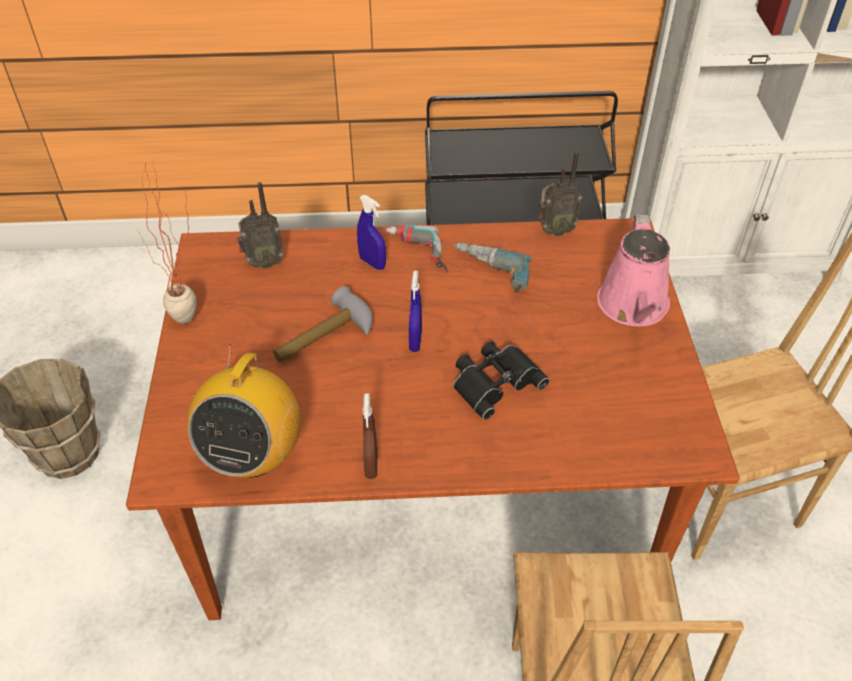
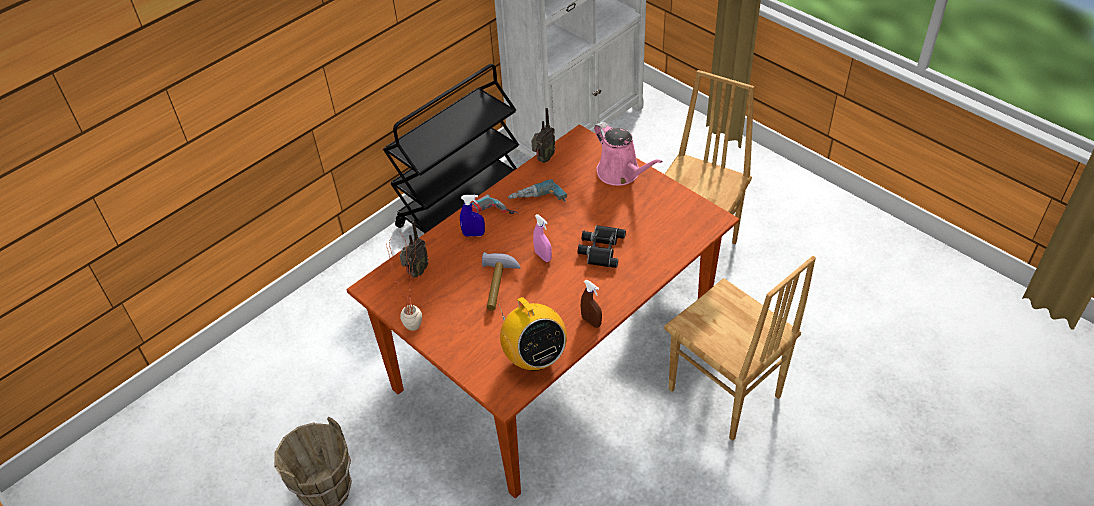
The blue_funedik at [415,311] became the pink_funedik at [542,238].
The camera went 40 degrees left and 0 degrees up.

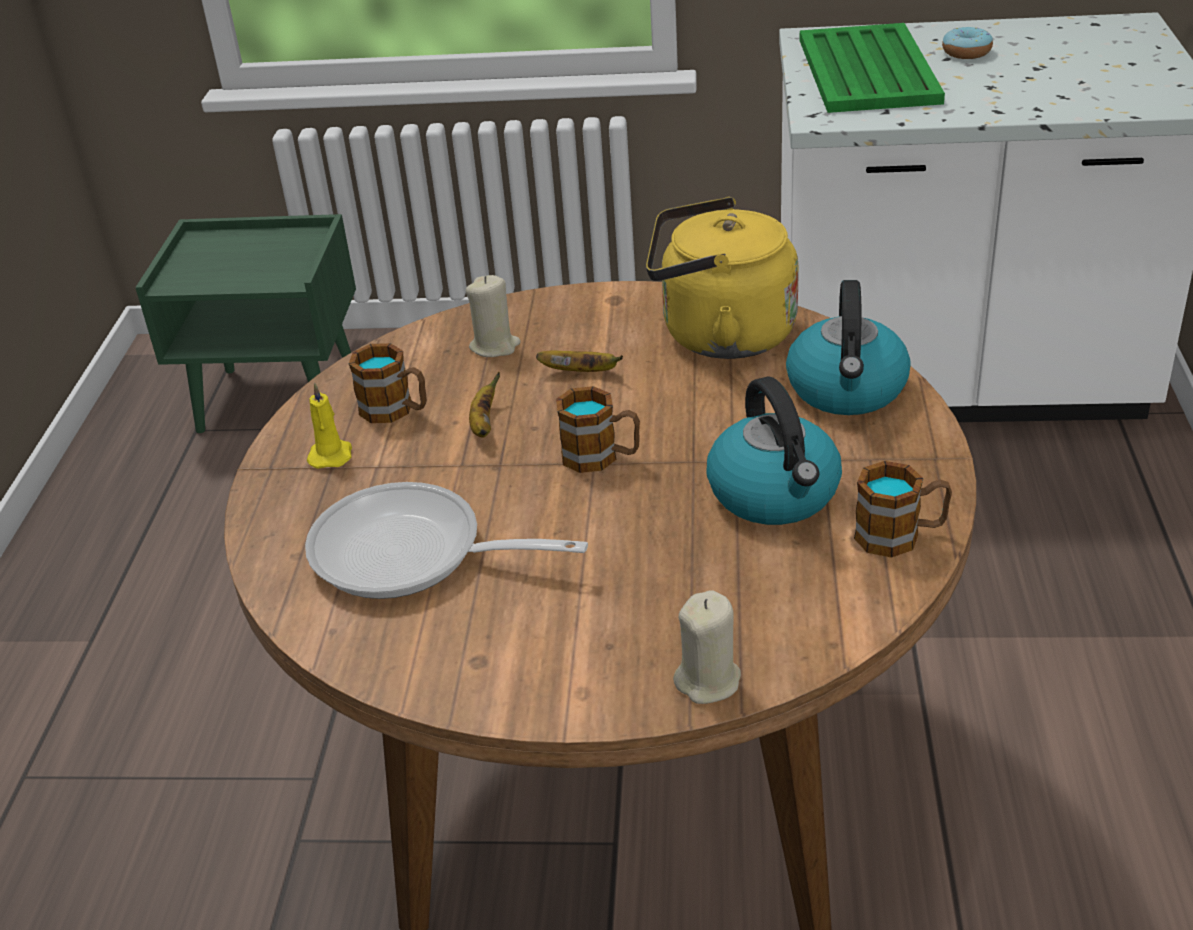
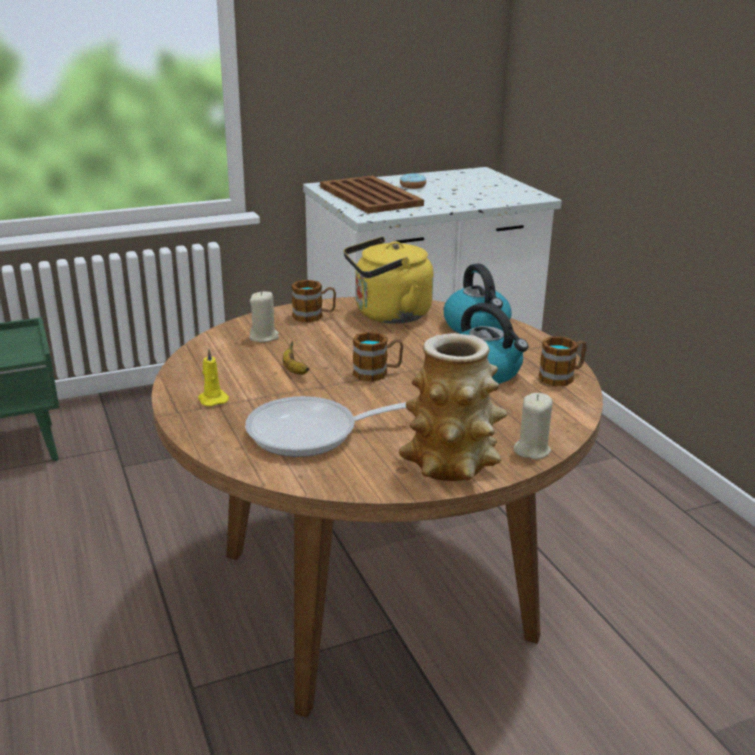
The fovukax moved from [388,383] to [313,301].
The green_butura at [872,68] became the brown_butura at [372,195].
The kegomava at [453,407] appeared.
The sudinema at [579,361] disappeared.
The camera went 30 degrees left and 10 degrees down.

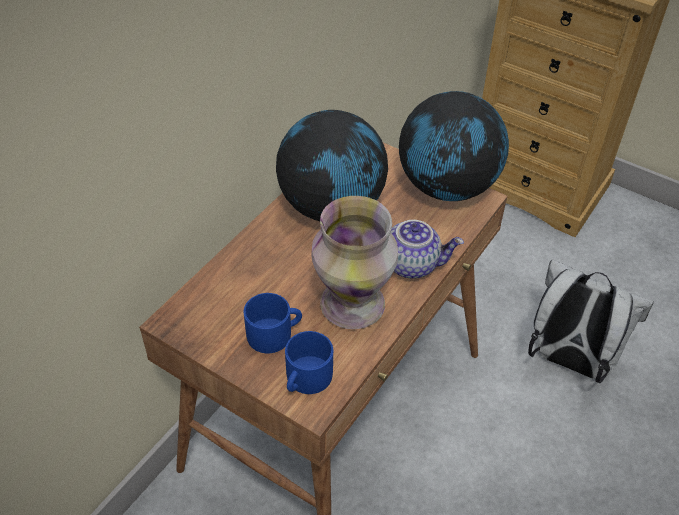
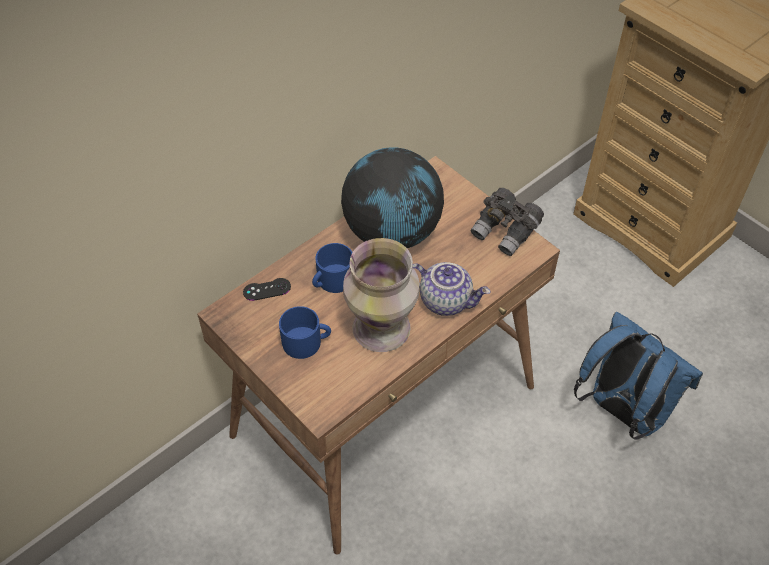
The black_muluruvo at [267,289] appeared.
The blue_fovukax moved from [309,362] to [332,268].
The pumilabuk at [454,146] was replaced by the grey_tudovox at [507,222].
The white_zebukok at [591,321] became the blue_zebukok at [638,376].
The camera went 15 degrees right and 5 degrees up.

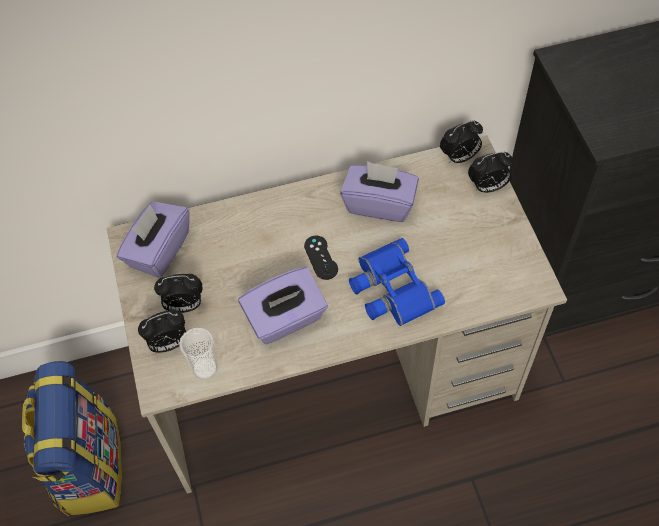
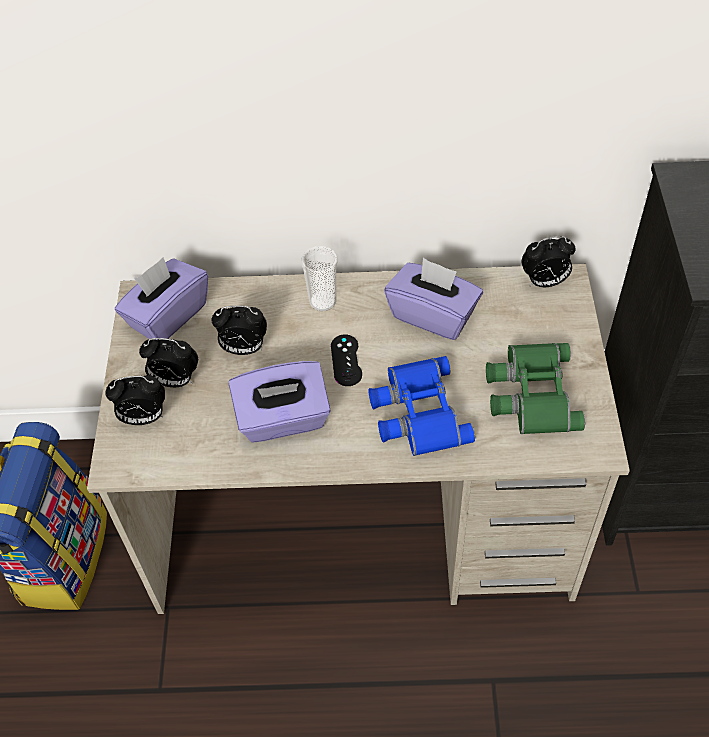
The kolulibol moved from [491,172] to [239,330].
The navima moved from [198,354] to [319,278].
The green_tudovox at [535,388] appeared.
The camera went 15 degrees right and 5 degrees down.

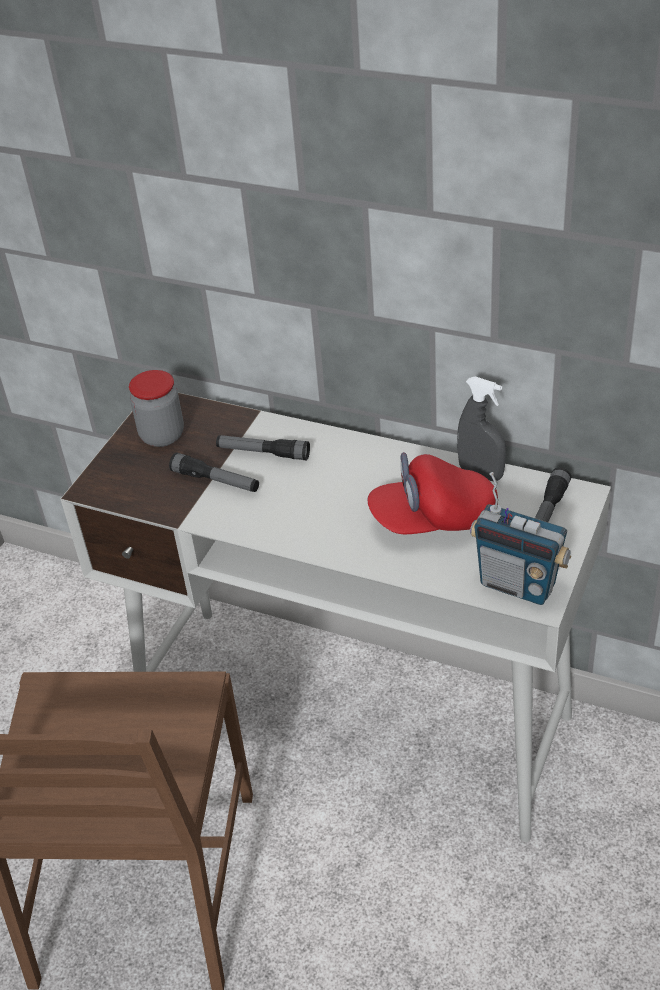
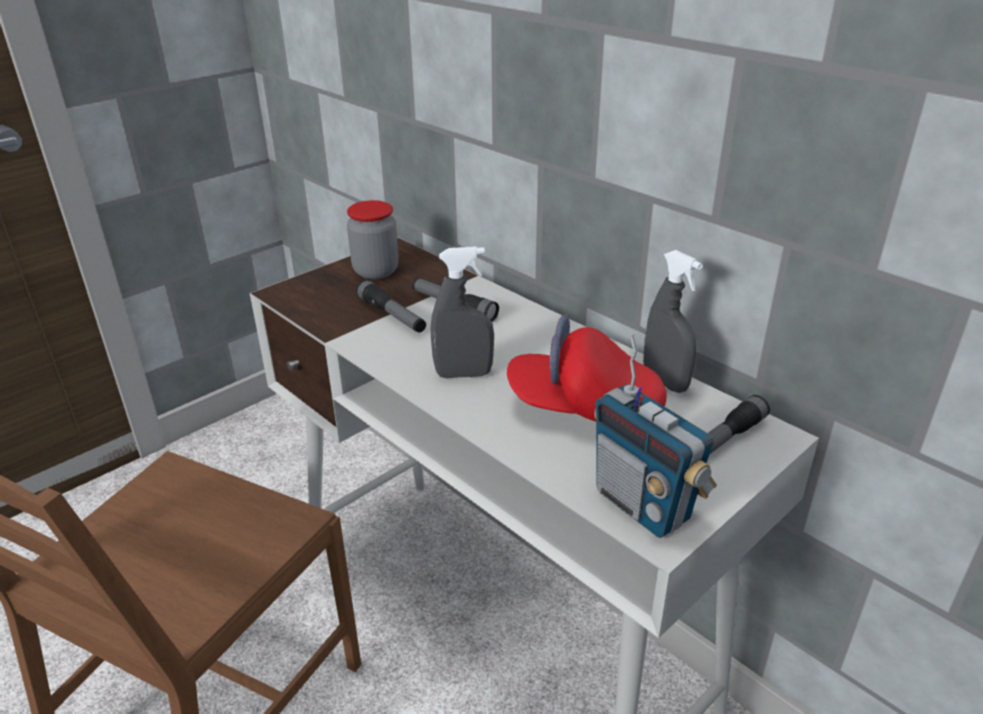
The grey_funedik at [462,312] appeared.
The camera went 20 degrees right and 10 degrees down.

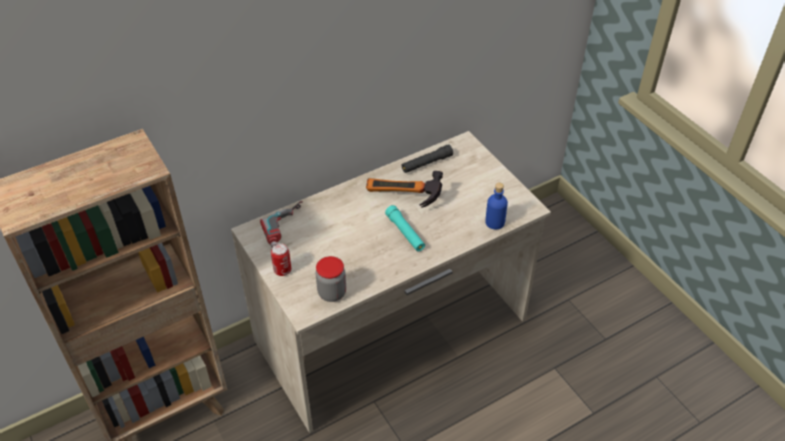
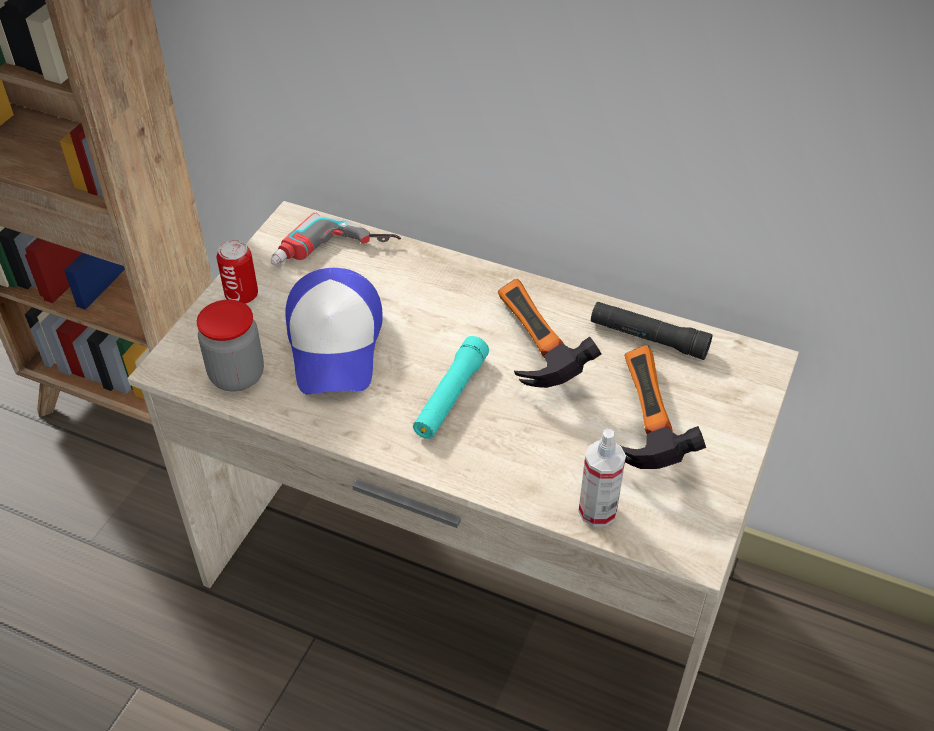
The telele at [333,331] appeared.
The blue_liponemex at [496,206] was replaced by the funedik at [602,478].
The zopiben at [663,407] appeared.
The camera went 55 degrees right and 0 degrees up.

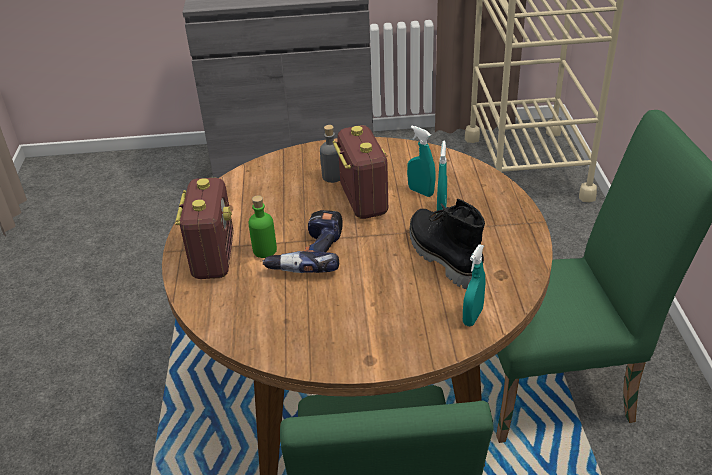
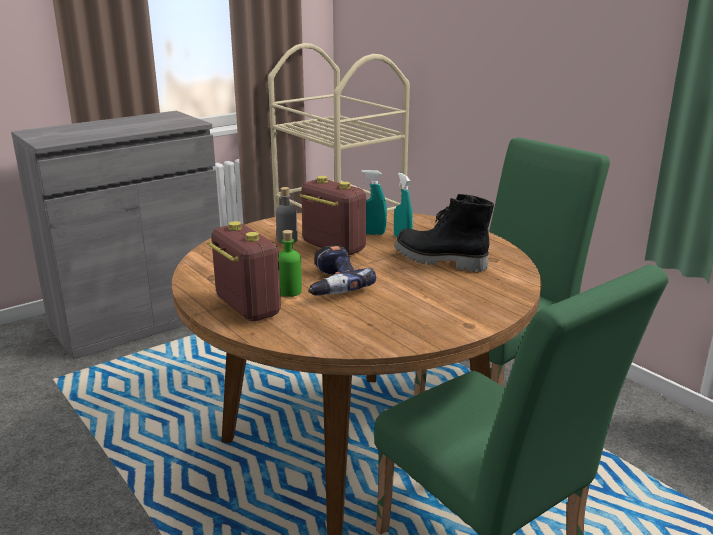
The turquoise_funedik at [474,285] disappeared.
The camera went 35 degrees left and 15 degrees down.

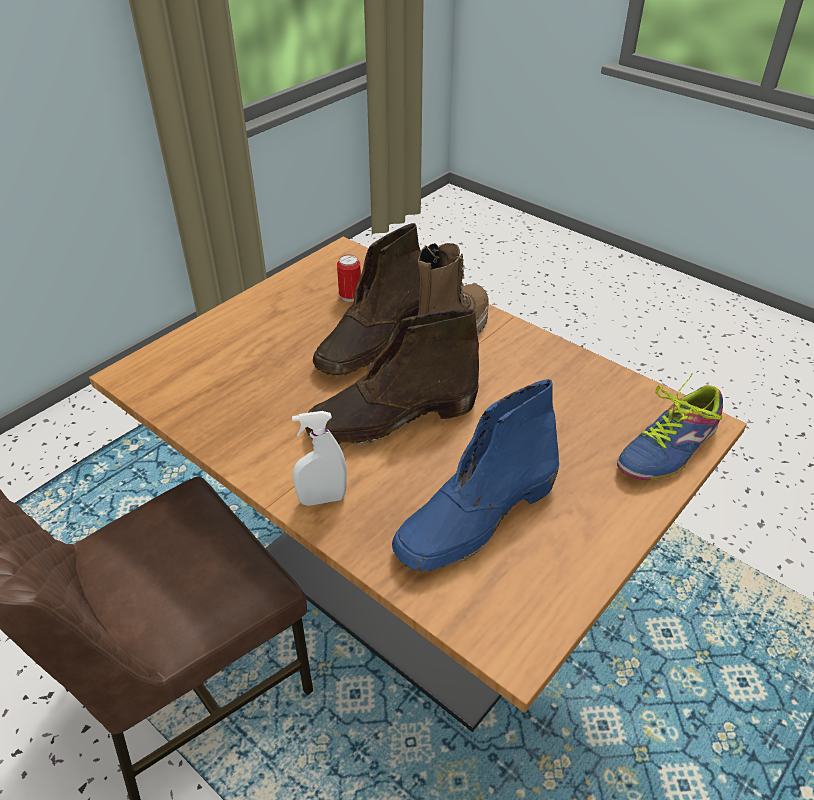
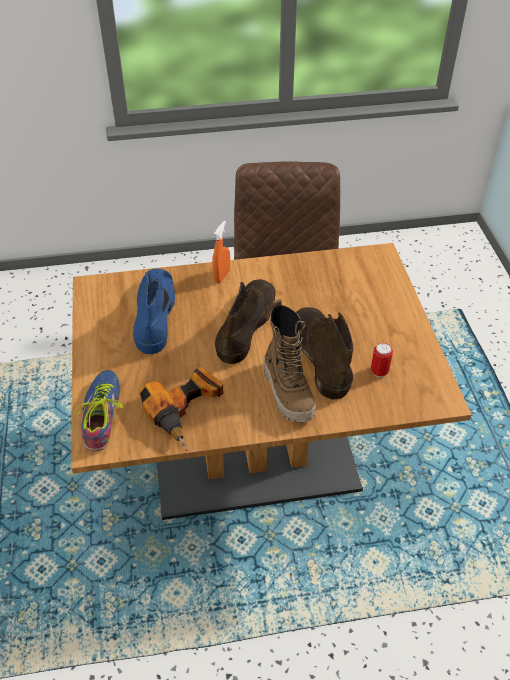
The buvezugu at [181,408] appeared.
The white_funedik at [319,458] became the orange_funedik at [221,252].
The camera went 130 degrees right and 5 degrees up.

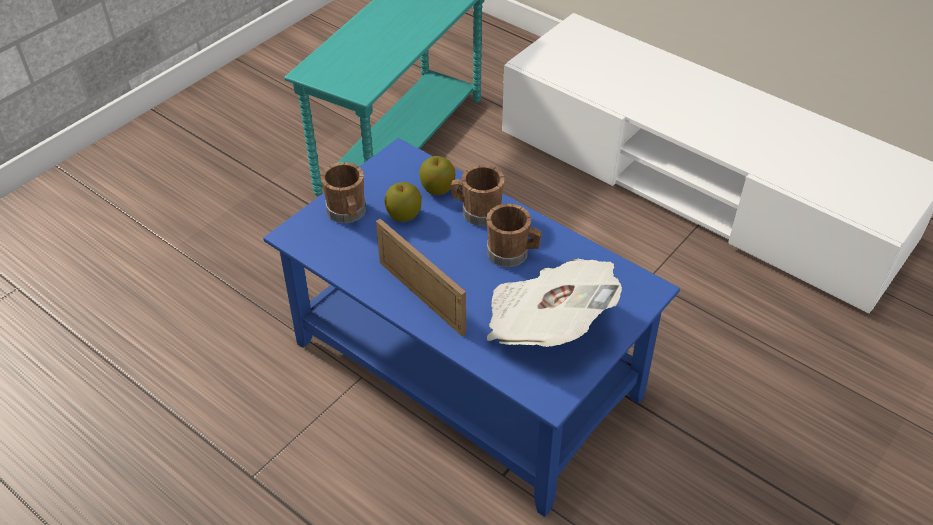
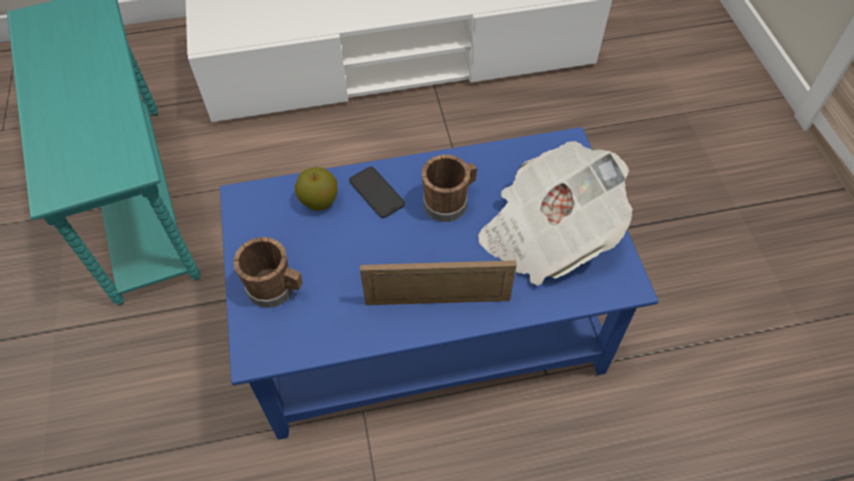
The brown_fovukax at [477,195] was replaced by the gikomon at [377,192].
The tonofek at [403,202] disappeared.
The camera went 50 degrees left and 10 degrees up.

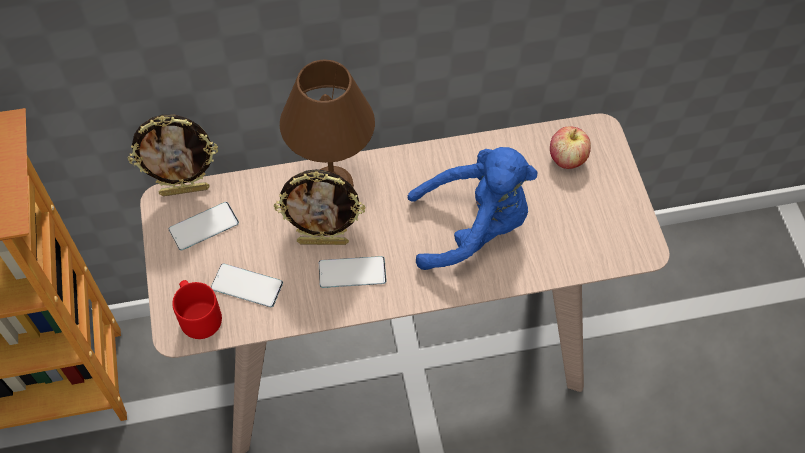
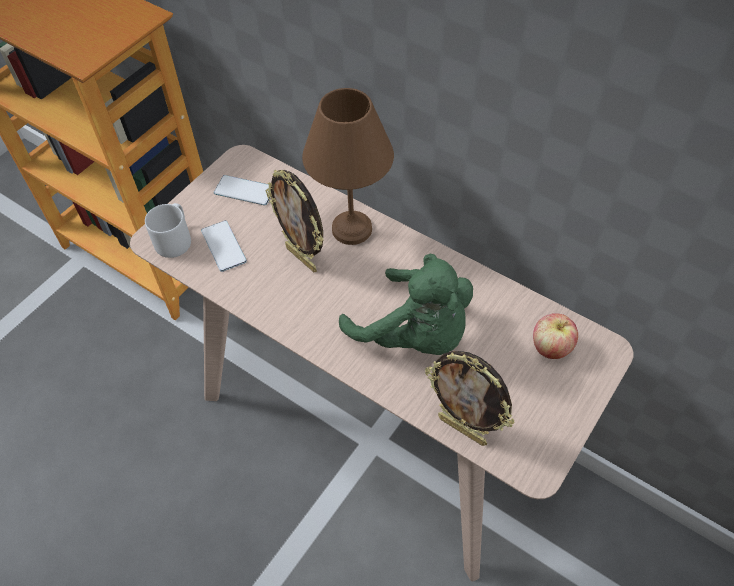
The red_fovukax at [197,309] became the grey_fovukax at [168,230].
The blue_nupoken at [472,208] became the green_nupoken at [406,304].
The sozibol moved from [173,155] to [470,398].
The gikomon at [353,272] disappeared.
The camera went 50 degrees right and 5 degrees down.

